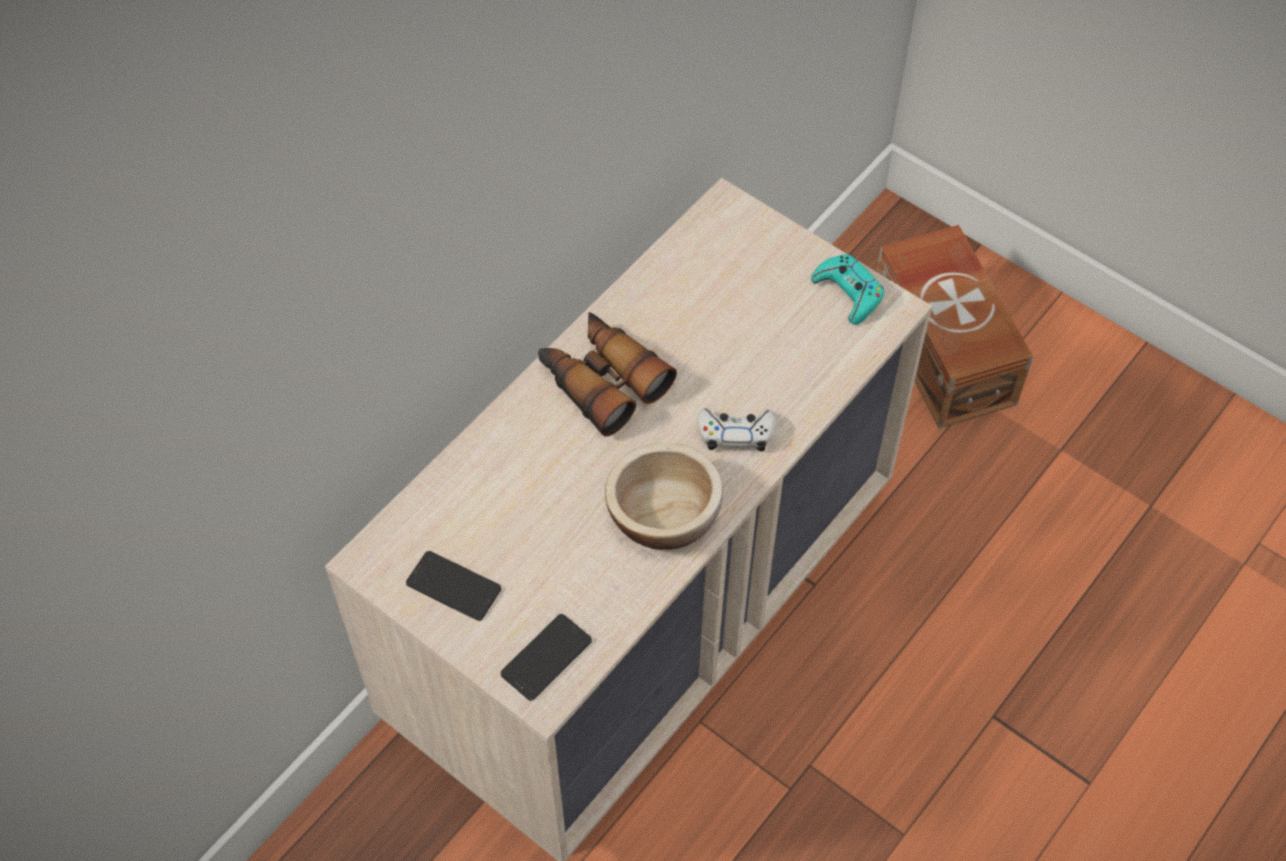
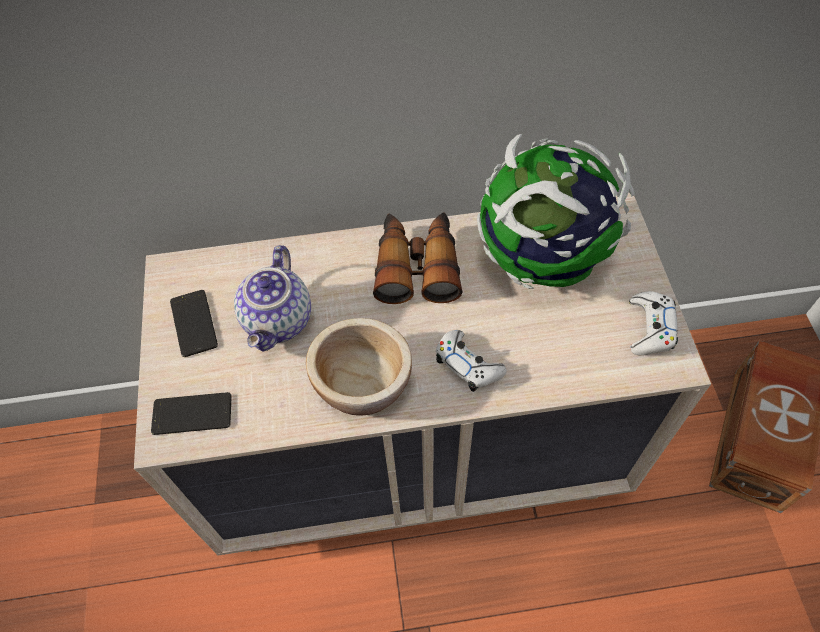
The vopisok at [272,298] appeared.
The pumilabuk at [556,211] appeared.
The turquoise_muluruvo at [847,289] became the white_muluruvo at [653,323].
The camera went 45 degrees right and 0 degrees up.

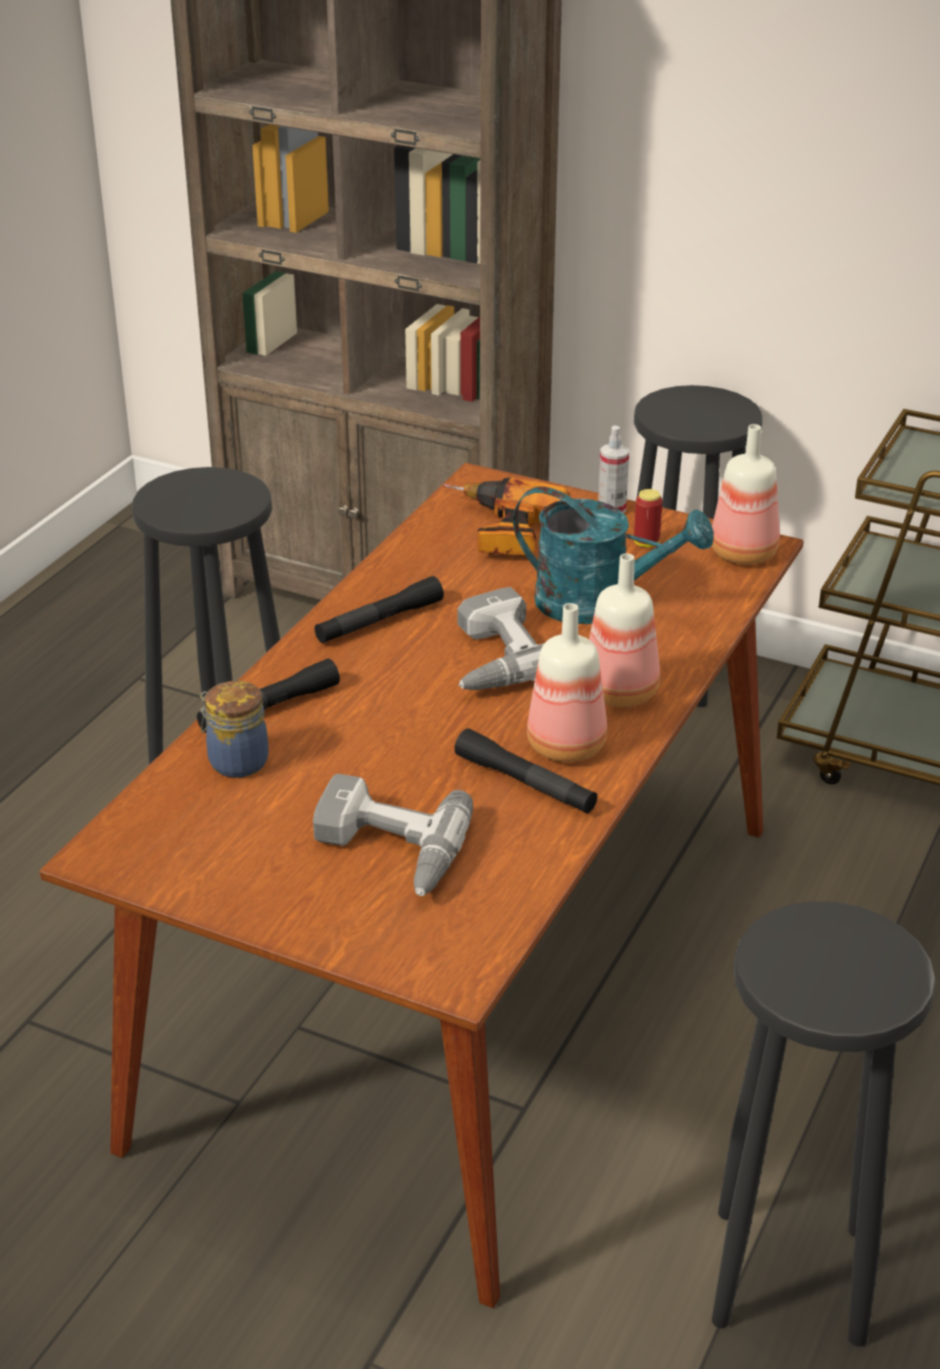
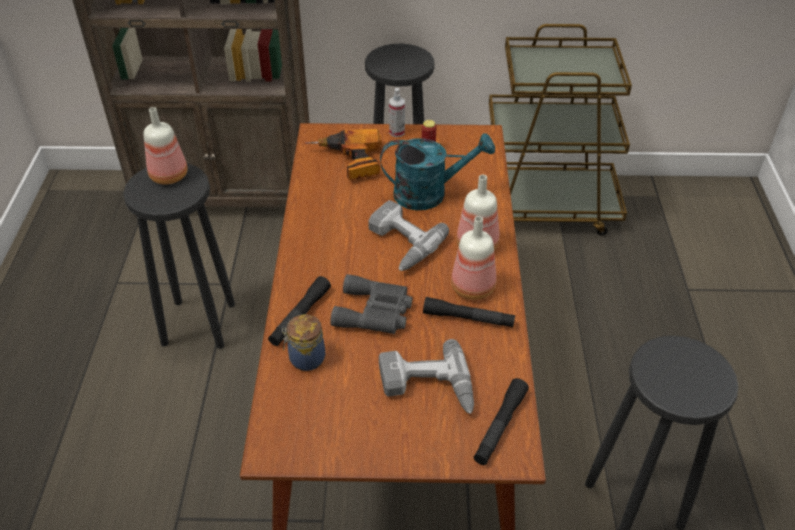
The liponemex moved from [745,494] to [166,146].
The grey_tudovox at [371,304] appeared.
The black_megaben moved from [379,609] to [501,421].
The camera went 25 degrees left and 10 degrees up.

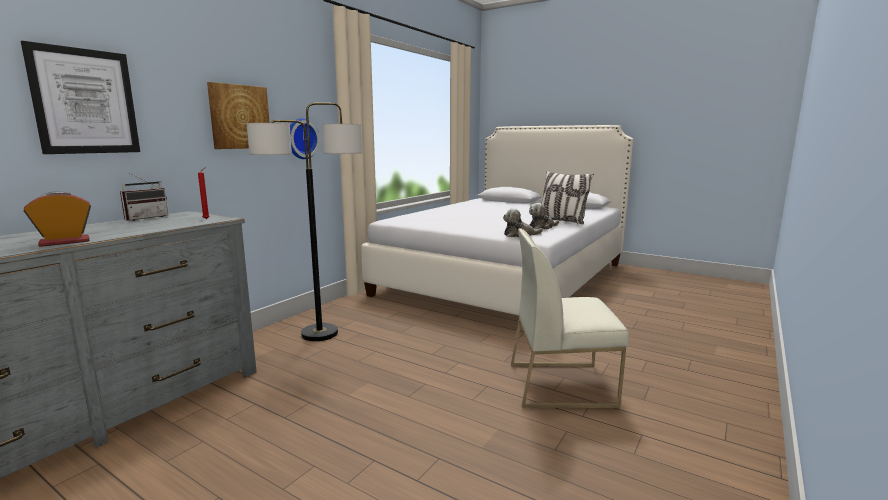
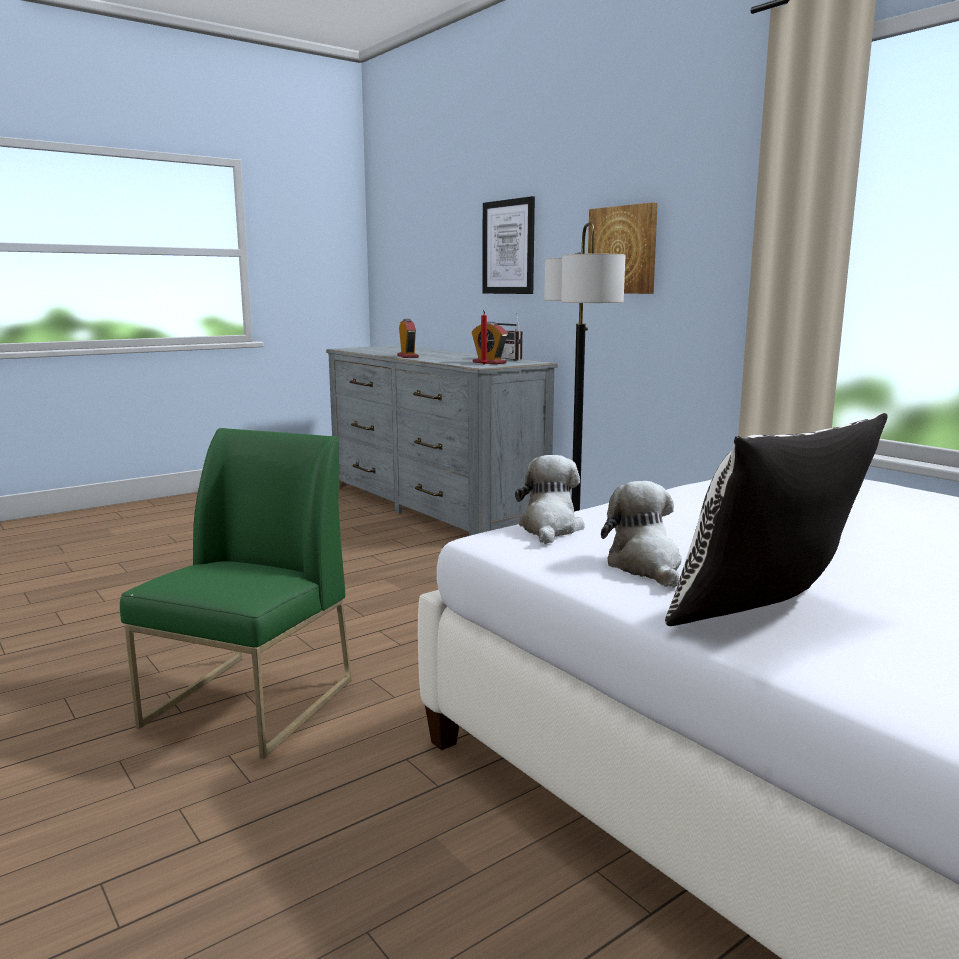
The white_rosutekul at [570,318] became the green_rosutekul at [236,593].
The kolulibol at [490,343] appeared.
The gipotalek at [305,138] disappeared.
The camera went 110 degrees right and 0 degrees up.

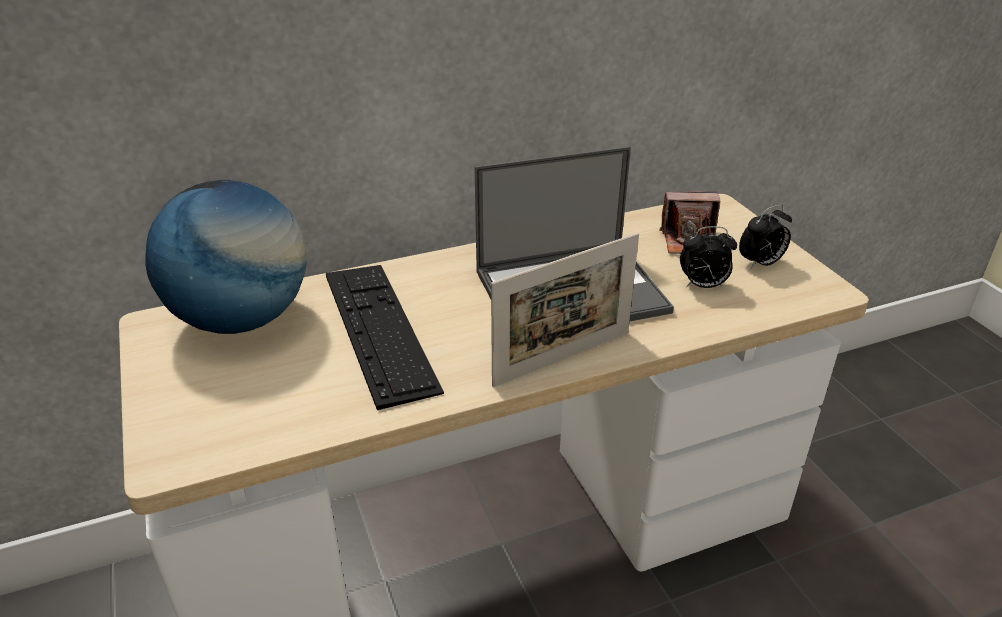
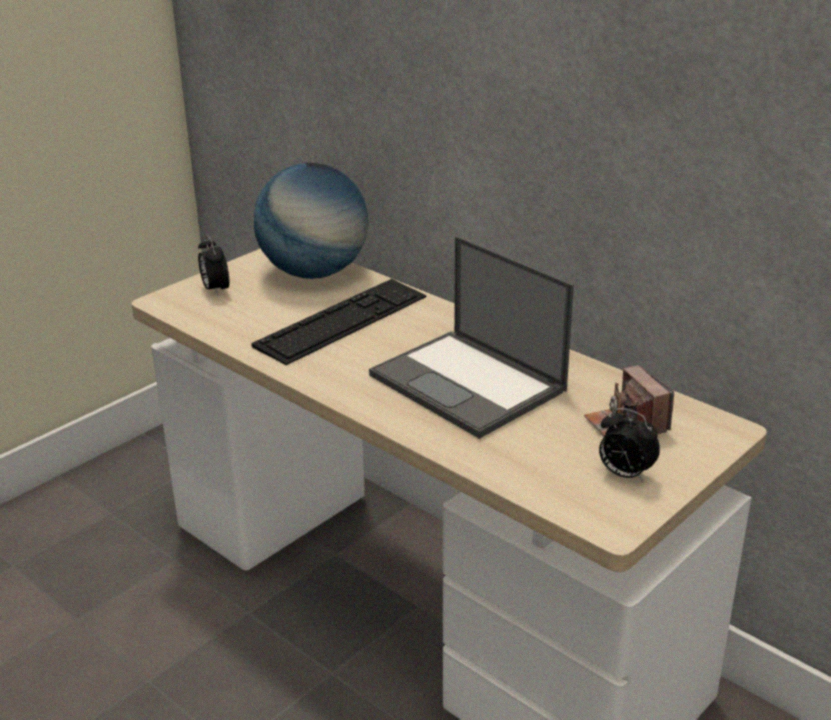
The kolulibol moved from [708,257] to [213,265].
The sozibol at [565,310] disappeared.
The camera went 65 degrees right and 5 degrees down.

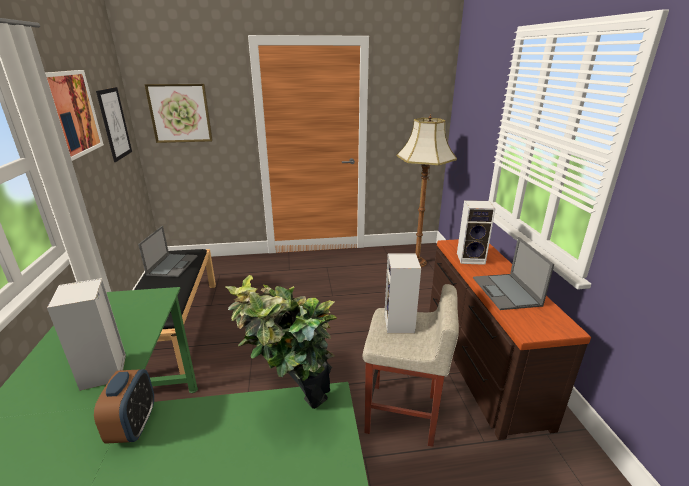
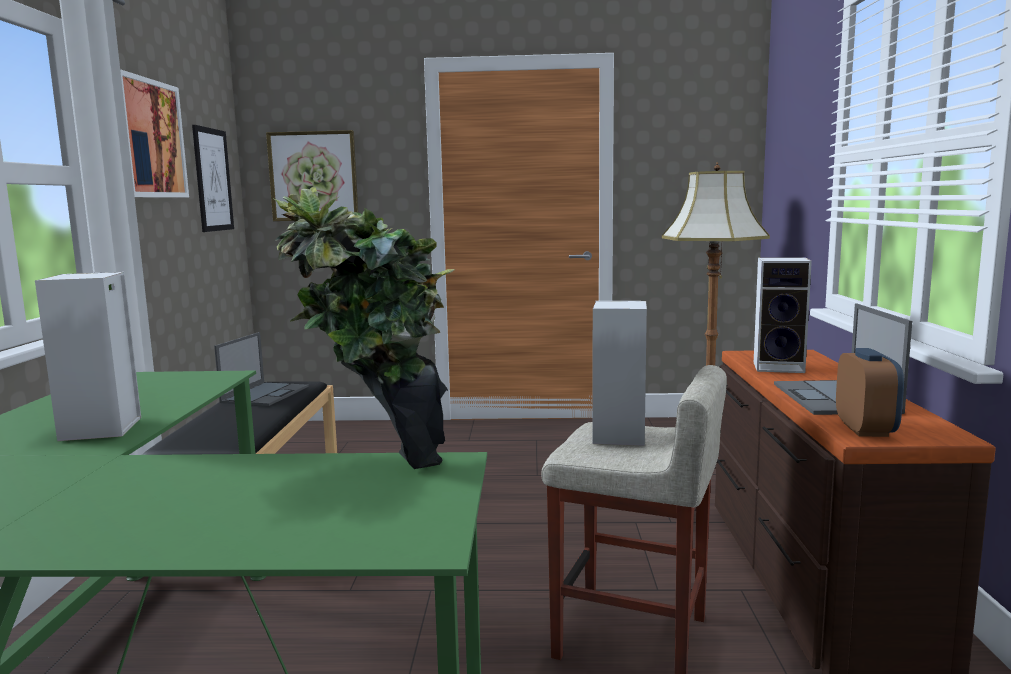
The kolulibol moved from [124,406] to [870,392].
The camera went 10 degrees right and 15 degrees down.

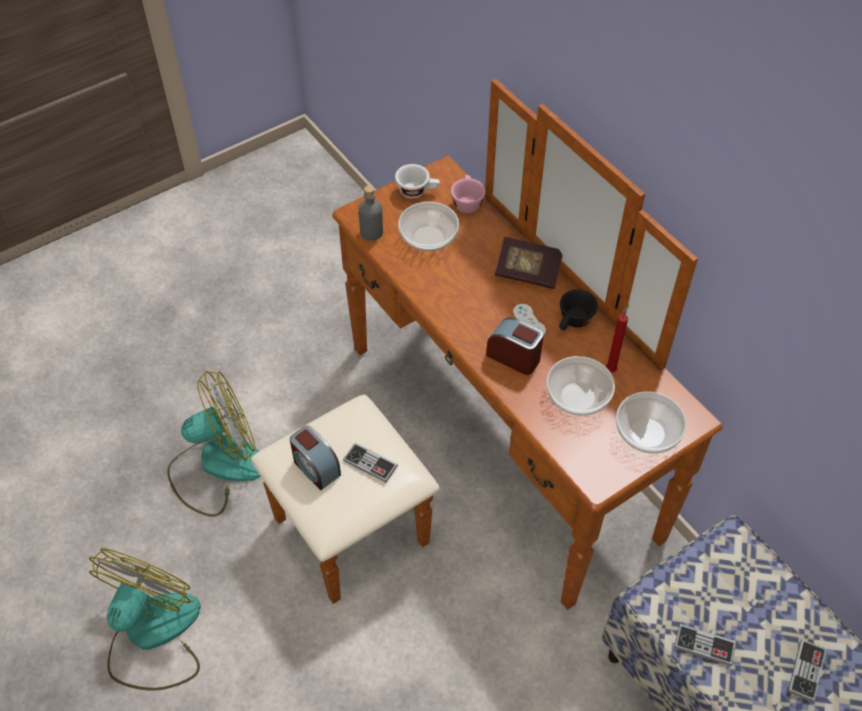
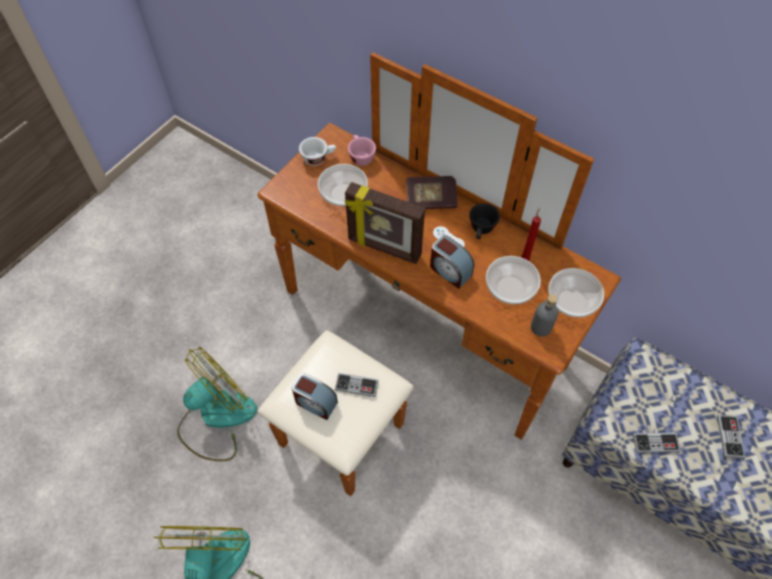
The sozibol at [385,223] appeared.
The kolulibol at [515,346] turned 150 degrees counterclockwise.
The grey_liponemex moved from [371,213] to [544,315].
The camera went 20 degrees left and 5 degrees up.

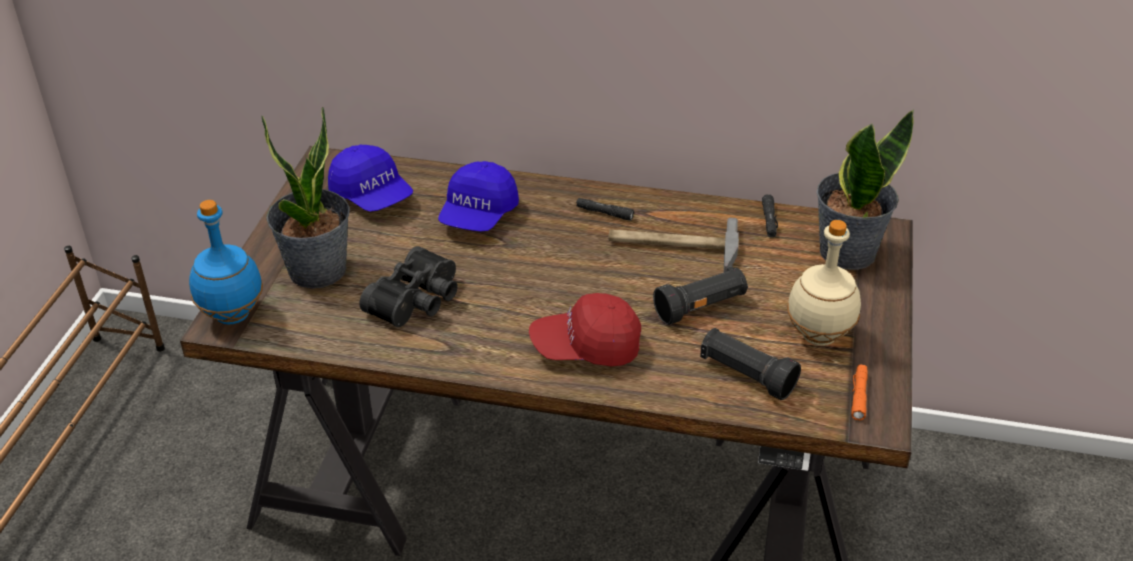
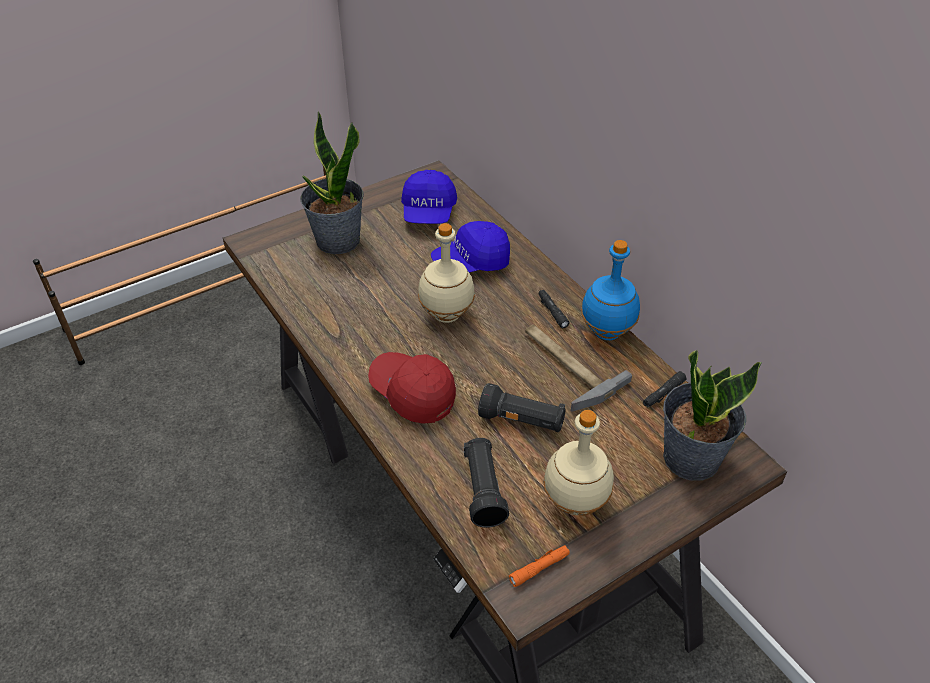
The beige_liponemex at [446,273] appeared.
The blue_liponemex moved from [226,262] to [610,290].
The black_tudovox at [409,286] disappeared.
The camera went 45 degrees right and 5 degrees up.

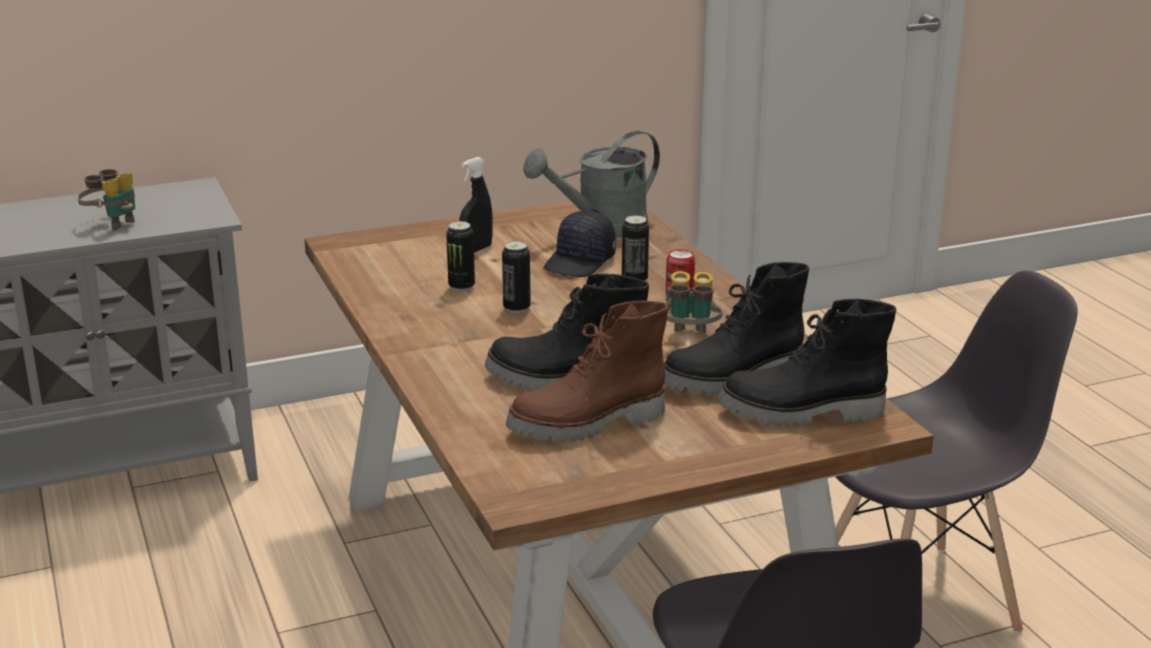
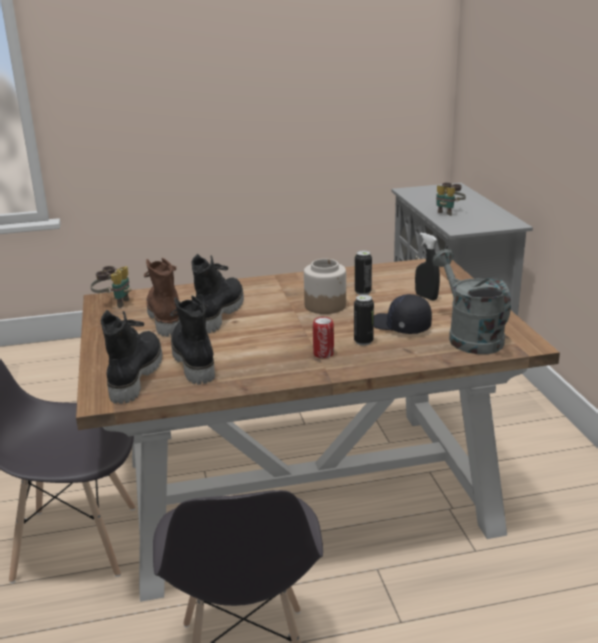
The tudovox moved from [694,302] to [111,287].
The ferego at [516,277] was replaced by the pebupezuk at [325,286].
The camera went 100 degrees right and 0 degrees up.

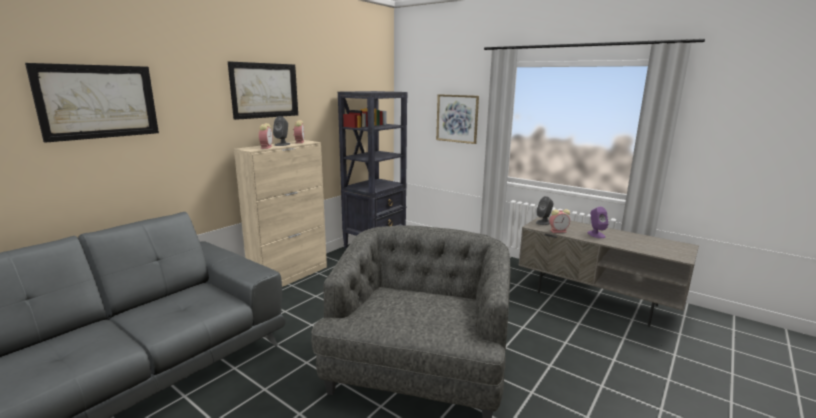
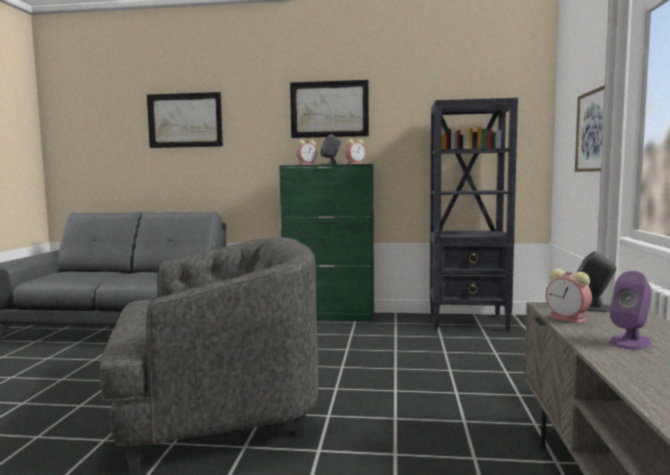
The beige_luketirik at [280,213] became the green_luketirik at [326,242].
The camera went 60 degrees right and 10 degrees down.

